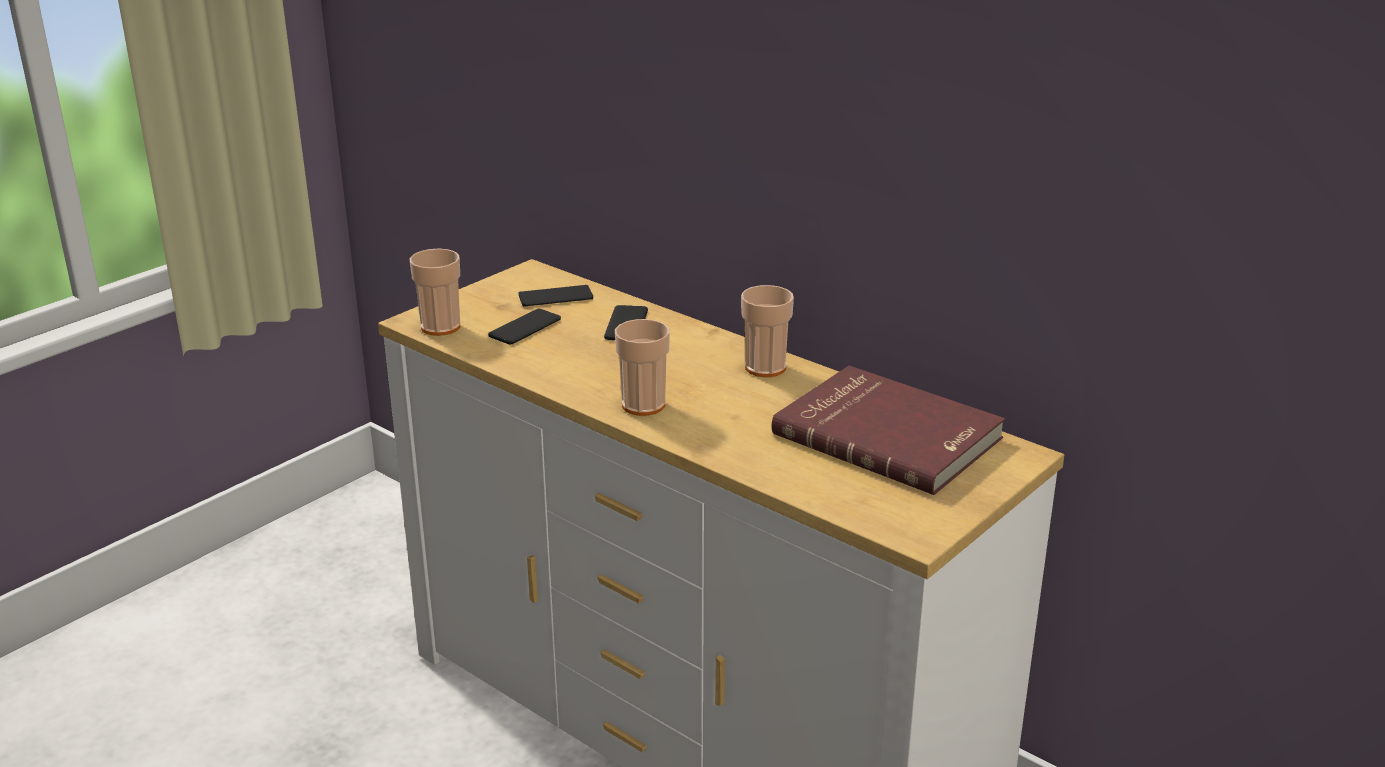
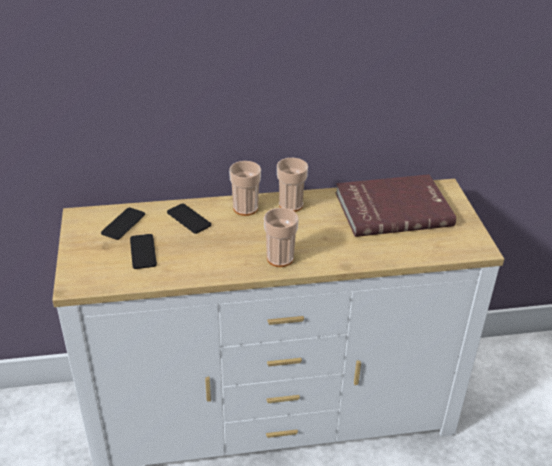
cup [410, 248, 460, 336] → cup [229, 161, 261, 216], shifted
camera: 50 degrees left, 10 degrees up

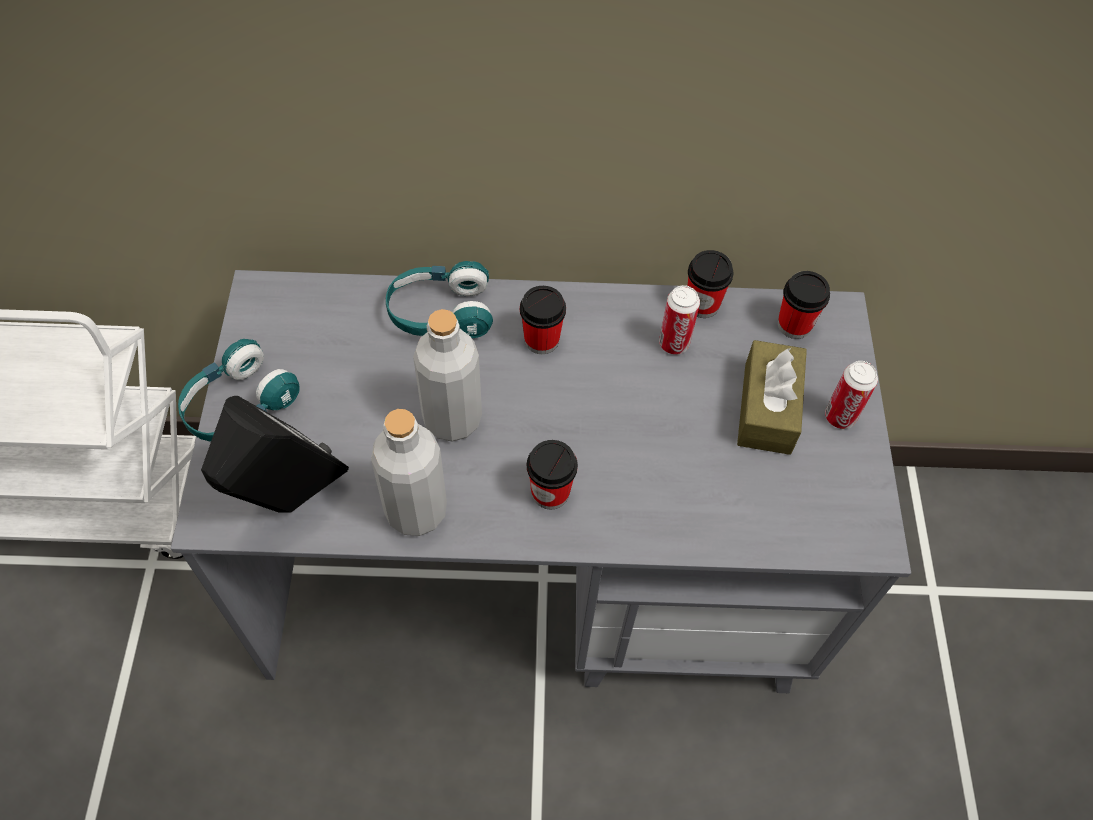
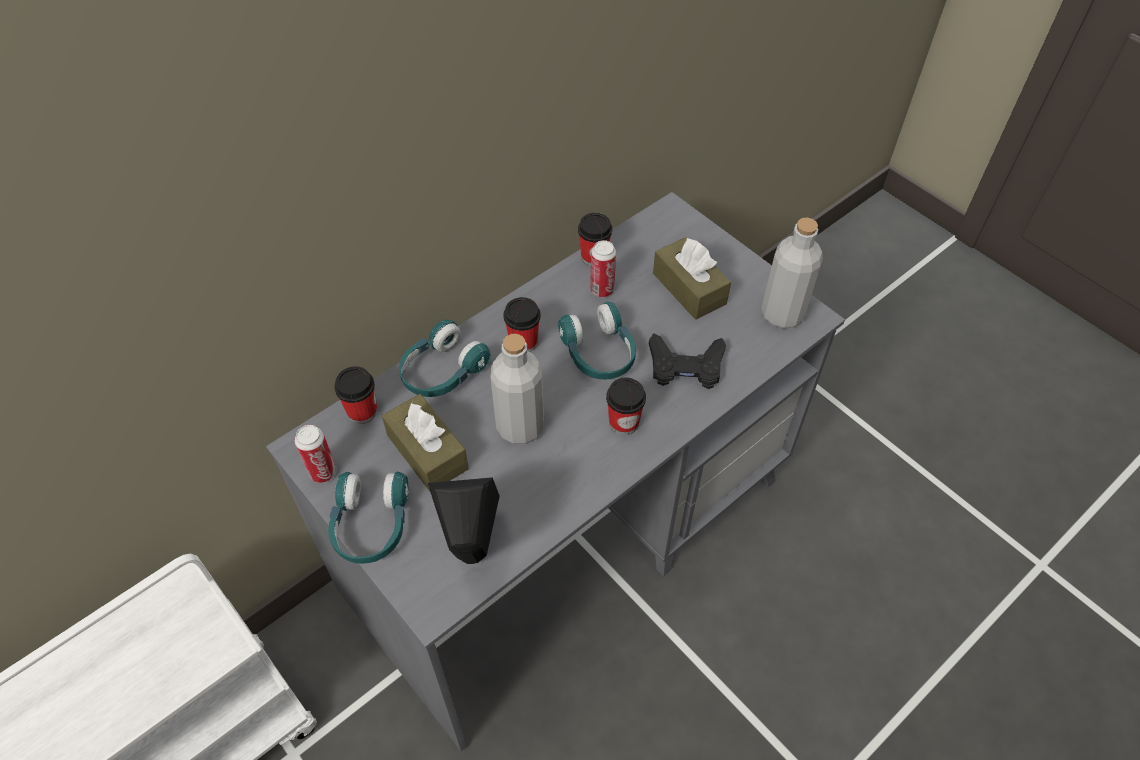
metal can [825, 361, 878, 429] → metal can [295, 425, 336, 483], shifted
cup [778, 271, 830, 339] → cup [335, 366, 377, 424], shifted
- → brown-coloured tissue box [382, 394, 469, 491]
- → blue-green headset [558, 302, 636, 379]
- → blackish game controller [649, 333, 726, 389]
grey beverage bottle [371, 409, 447, 536] → grey beverage bottle [761, 218, 823, 329], shifted
camera: 40 degrees left, 5 degrees down

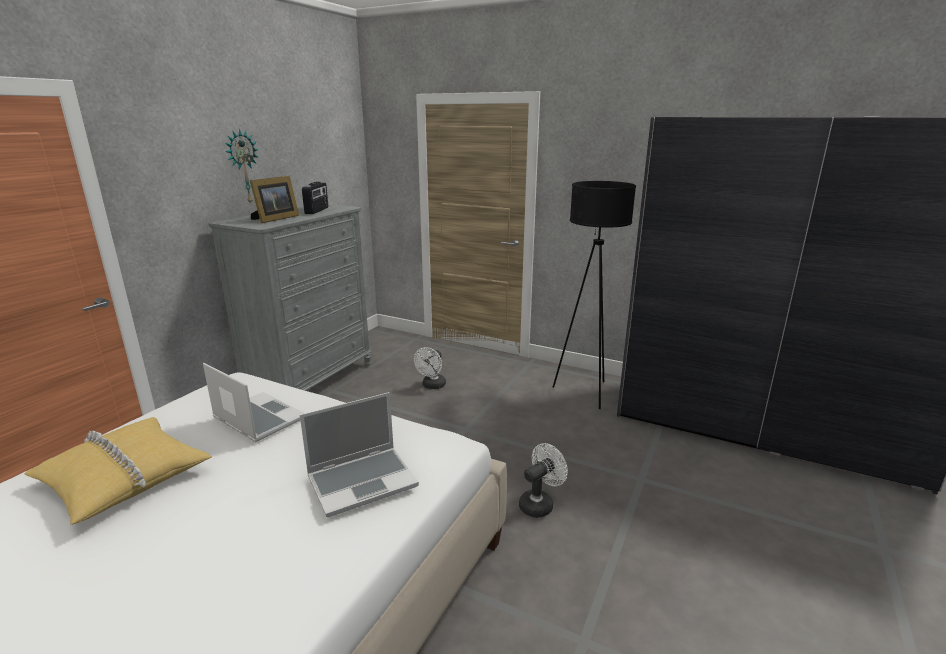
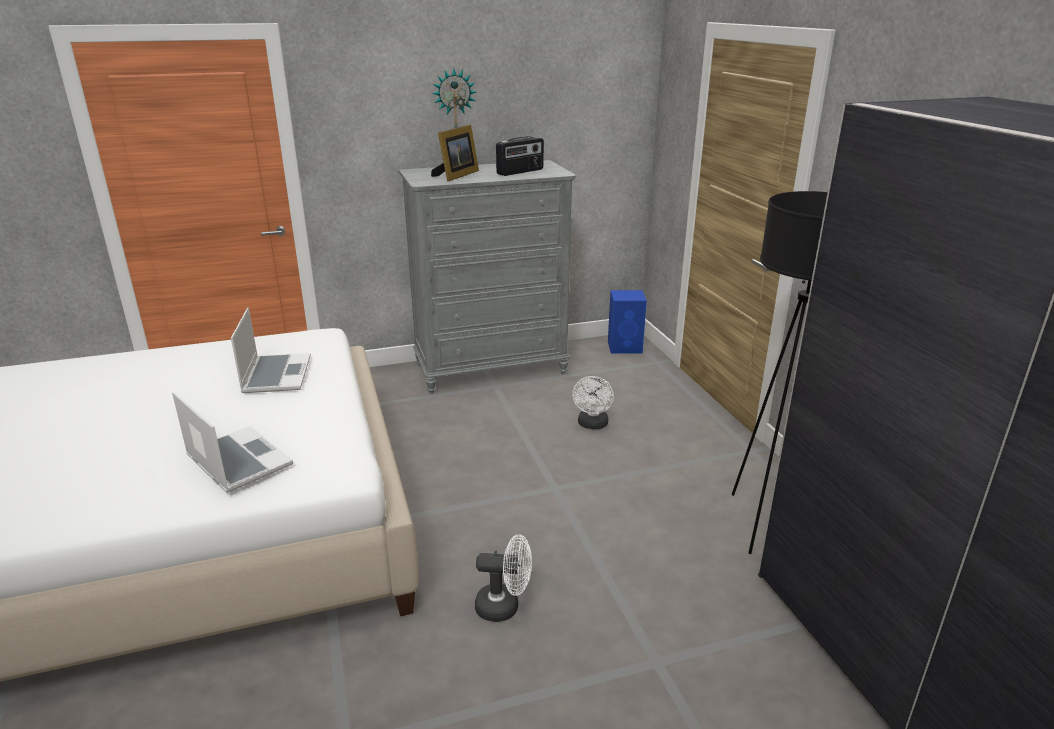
portable computer [300, 392, 419, 517] → portable computer [172, 392, 293, 493], 150 degrees counterclockwise
standing frame [250, 176, 299, 223] → standing frame [431, 124, 479, 182], 45 degrees counterclockwise
white fan [414, 347, 446, 389] → white fan [572, 376, 614, 429], 60 degrees counterclockwise
- → blue loudspeaker [608, 290, 647, 354]
yellow-coloured pillow [25, 417, 212, 524] → -
camera: 45 degrees right, 5 degrees up

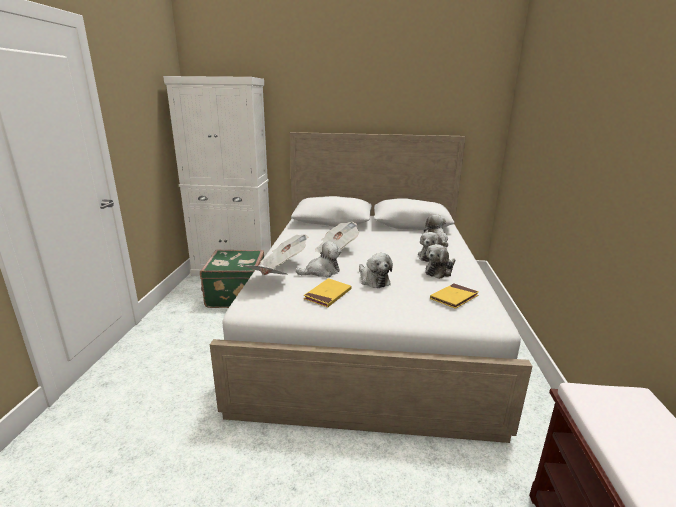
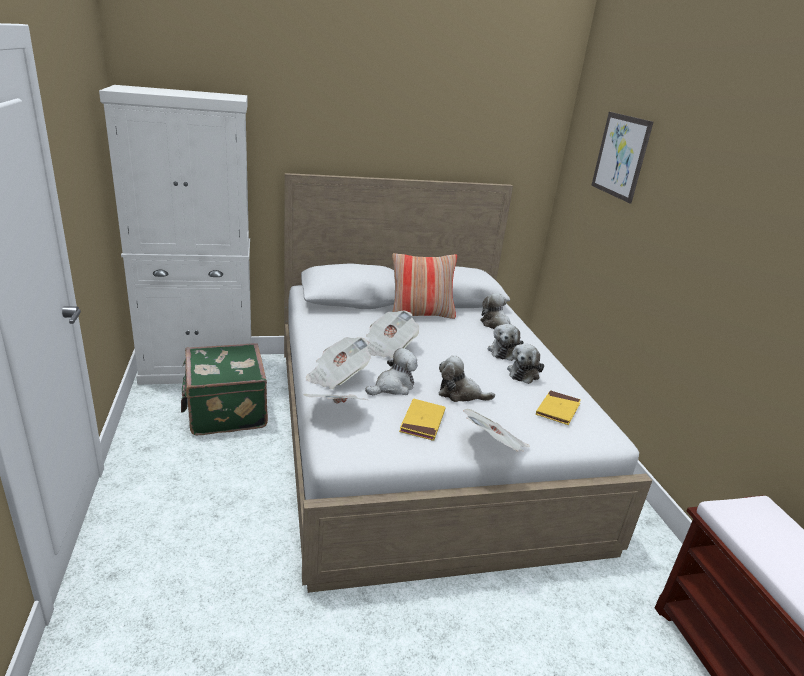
- → pillow [392, 253, 457, 319]
soft toy [359, 253, 393, 288] → soft toy [439, 355, 495, 402], 150 degrees clockwise
- → newspaper [463, 409, 530, 451]
- → picture [591, 112, 653, 203]
camera: 20 degrees left, 5 degrees up

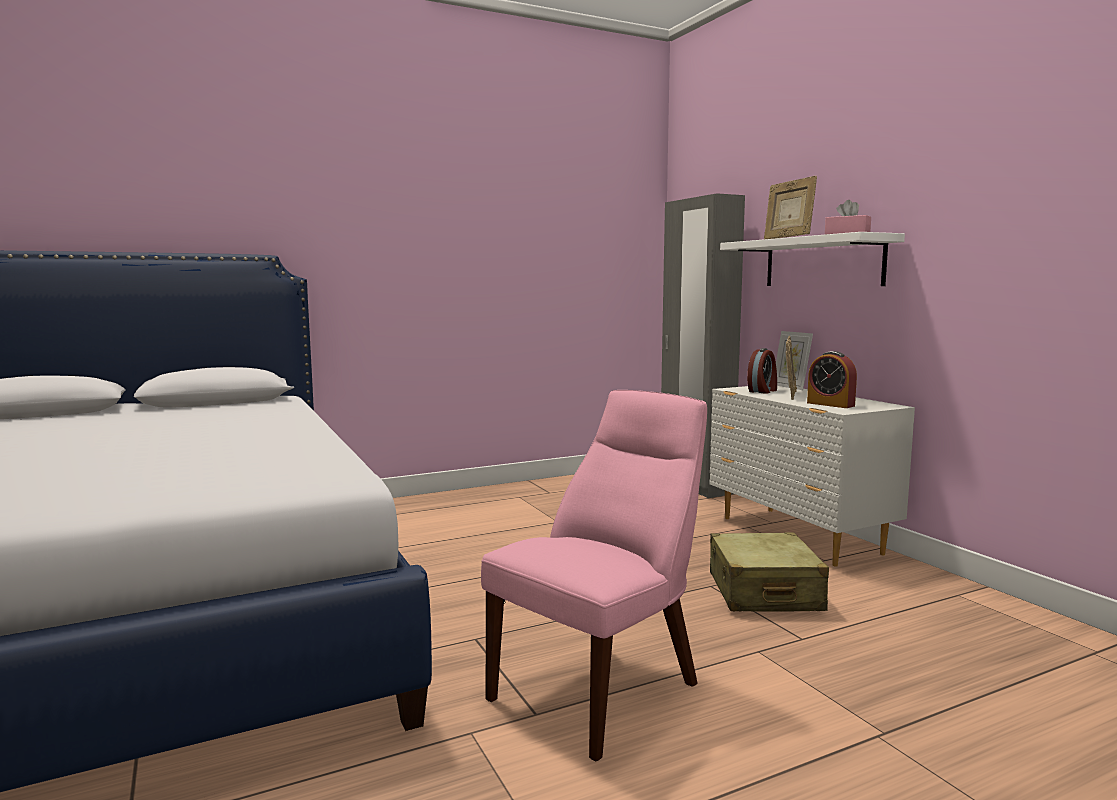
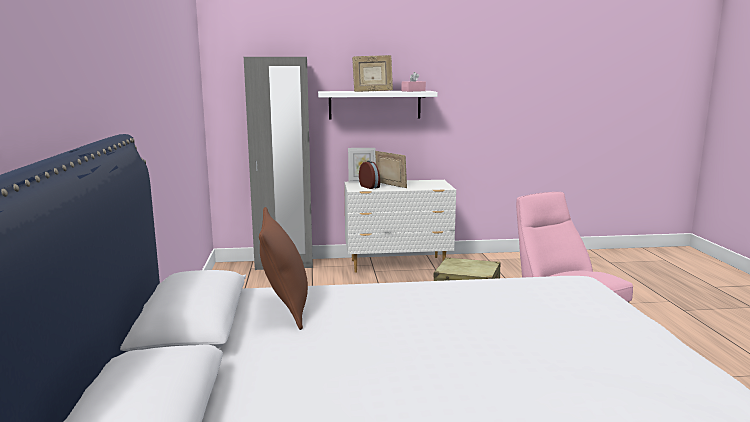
- → brown-coloured pillow [259, 207, 308, 330]
bedside clock [807, 351, 857, 408] → -
camera: 70 degrees left, 5 degrees up

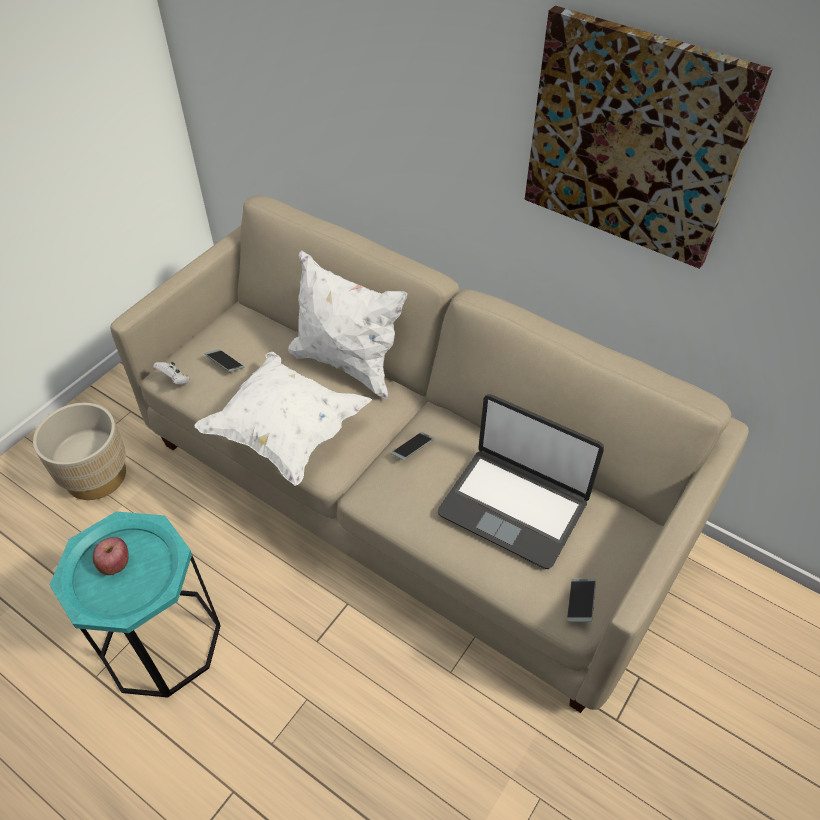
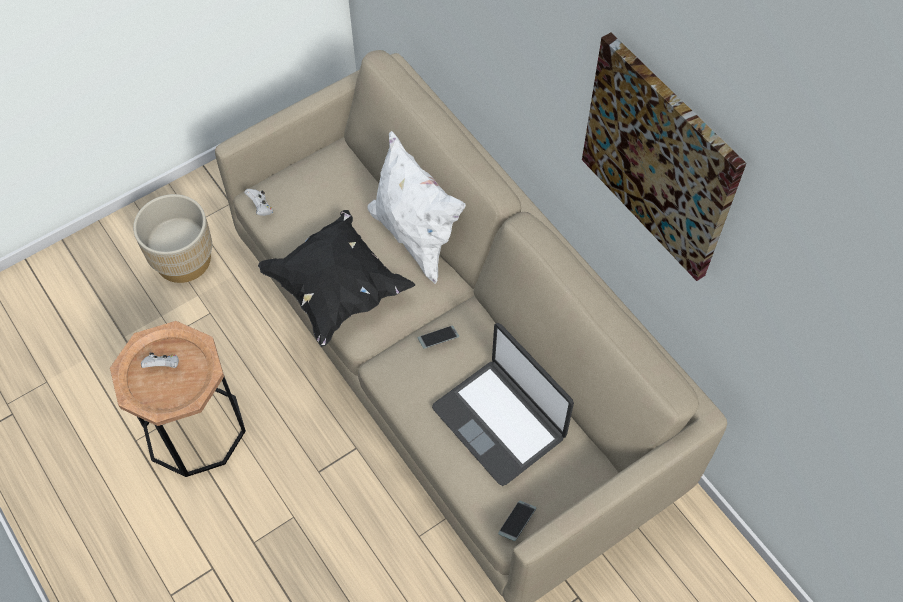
blue-green end table [50, 511, 221, 698] → brown-coloured end table [110, 321, 246, 477]
whole apple [93, 537, 129, 575] → white game controller [141, 352, 179, 368]
white pillow [195, 352, 372, 486] → blackish pillow [258, 210, 415, 347]
phone [204, 349, 244, 372] → -
camera: 20 degrees right, 10 degrees up

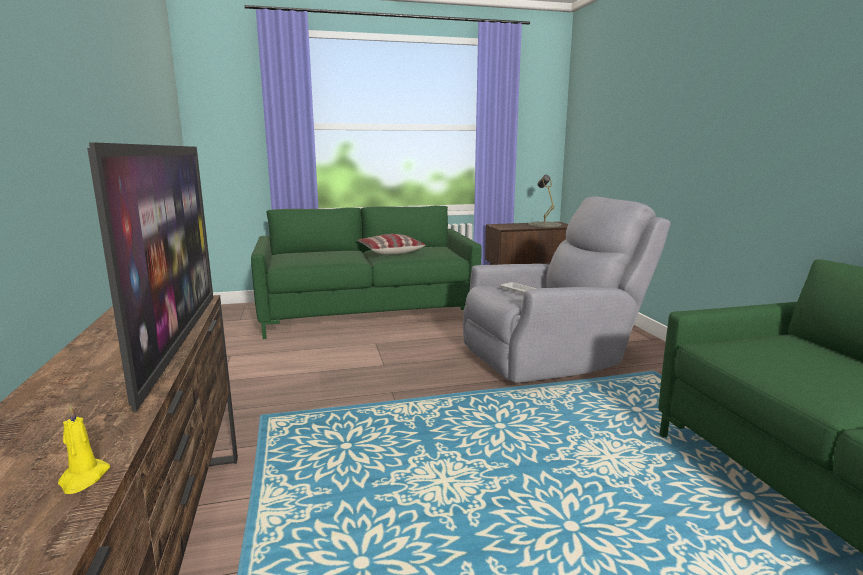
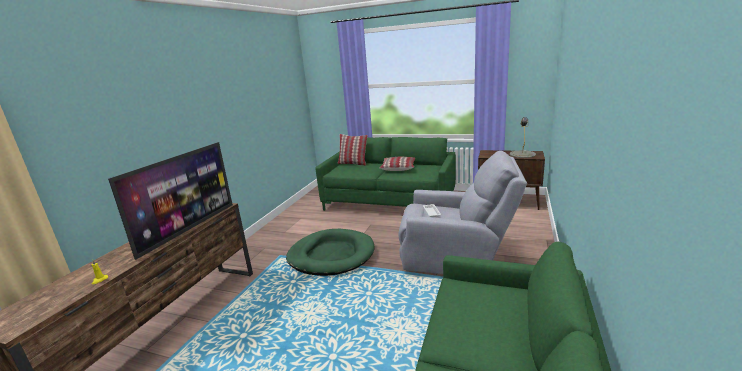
- → greenish pet bed [286, 229, 375, 276]
- → pillow [337, 134, 368, 166]
camera: 35 degrees right, 5 degrees up

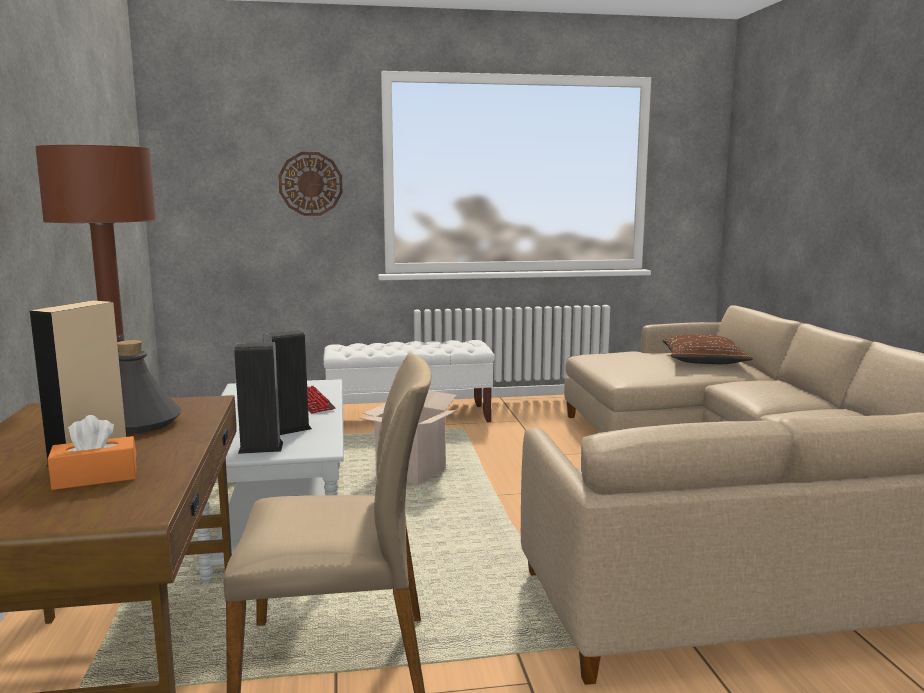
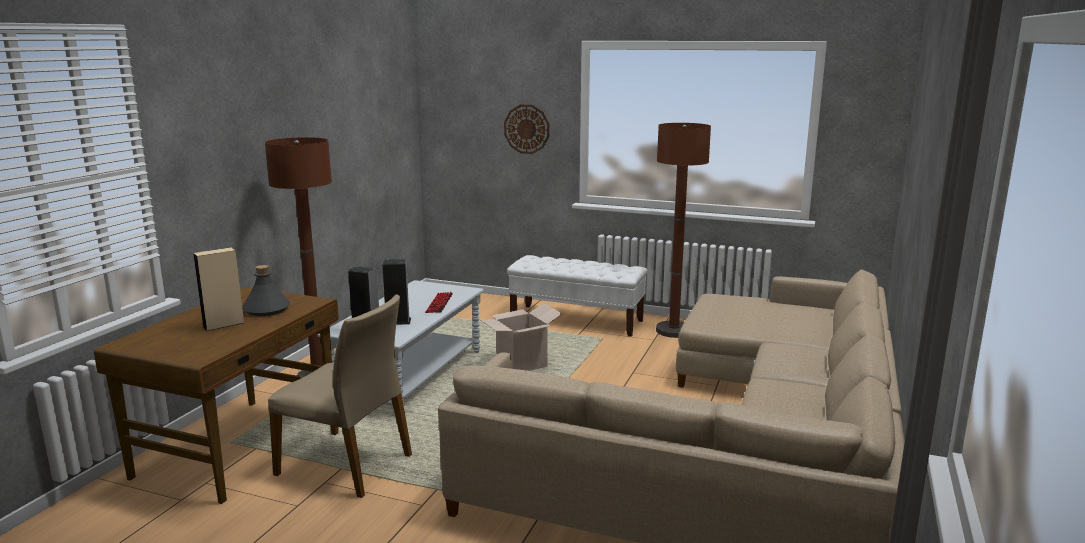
- → brown-coloured standing lamp [656, 123, 711, 338]
orangey tissue box [48, 415, 136, 490] → -
brown-coloured pillow [662, 335, 753, 364] → -
camera: 30 degrees right, 5 degrees up

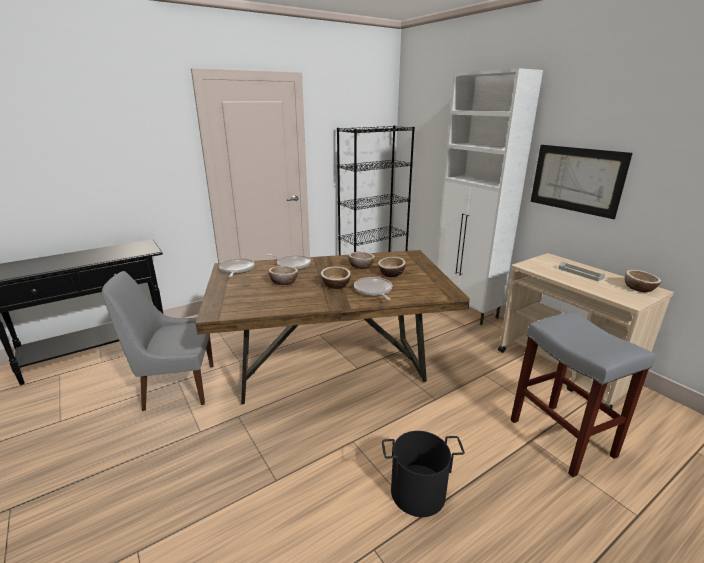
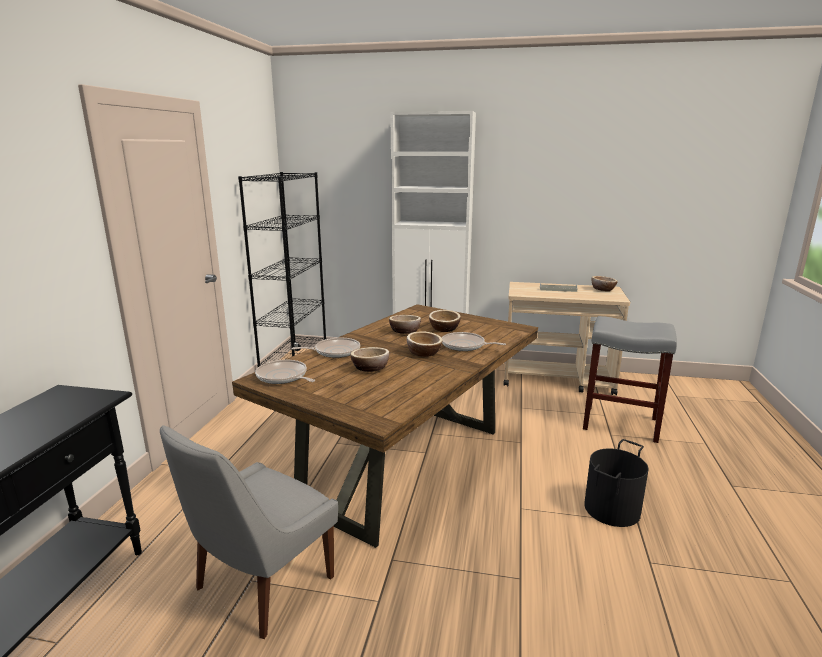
picture [531, 145, 633, 219] → -
camera: 45 degrees left, 5 degrees down

